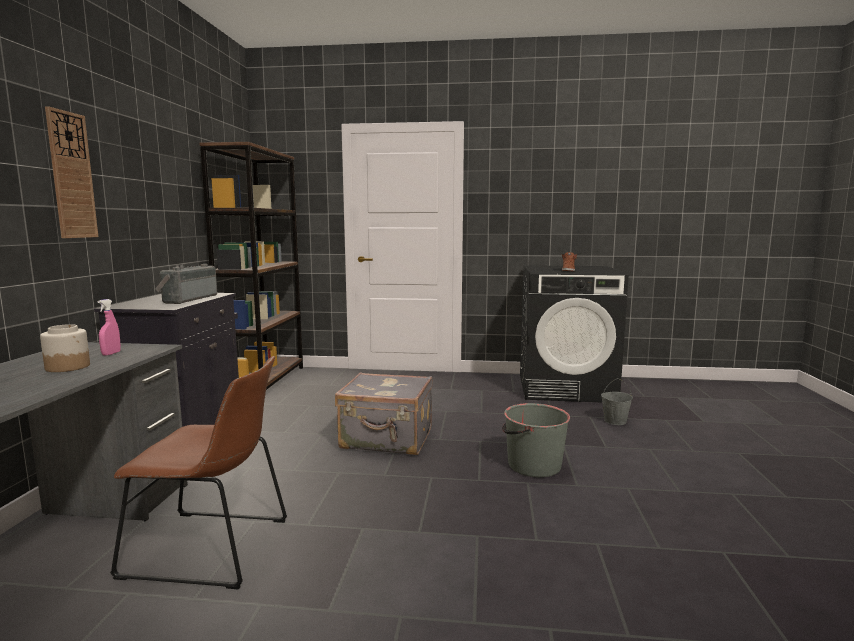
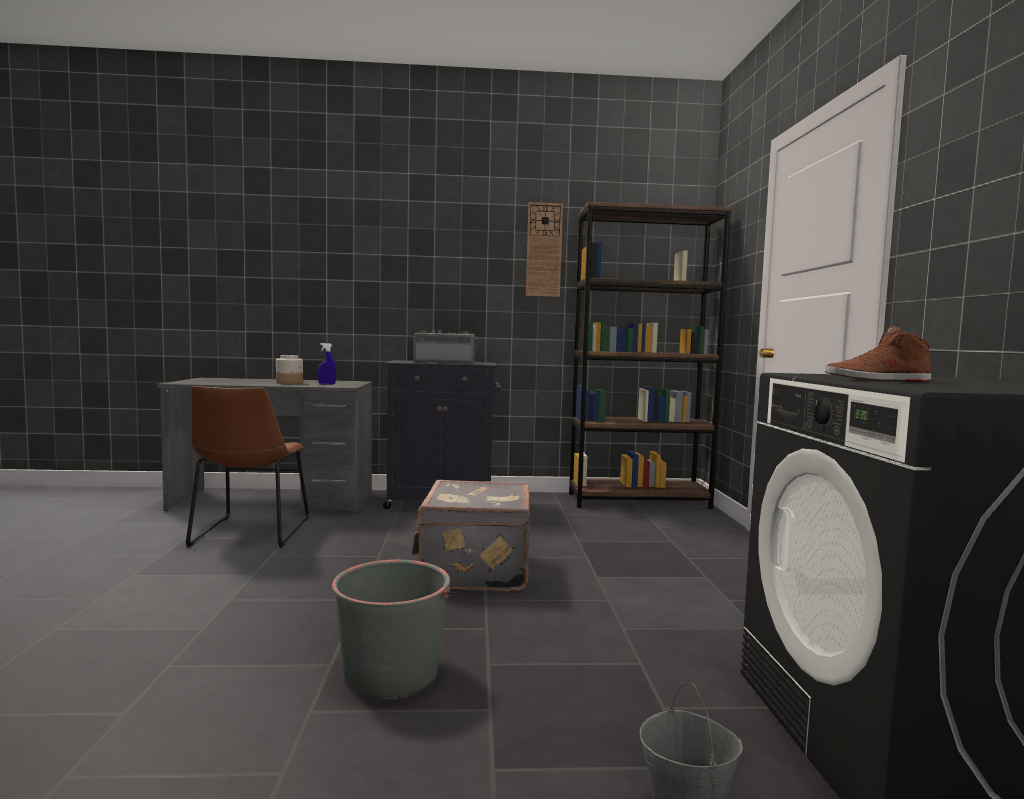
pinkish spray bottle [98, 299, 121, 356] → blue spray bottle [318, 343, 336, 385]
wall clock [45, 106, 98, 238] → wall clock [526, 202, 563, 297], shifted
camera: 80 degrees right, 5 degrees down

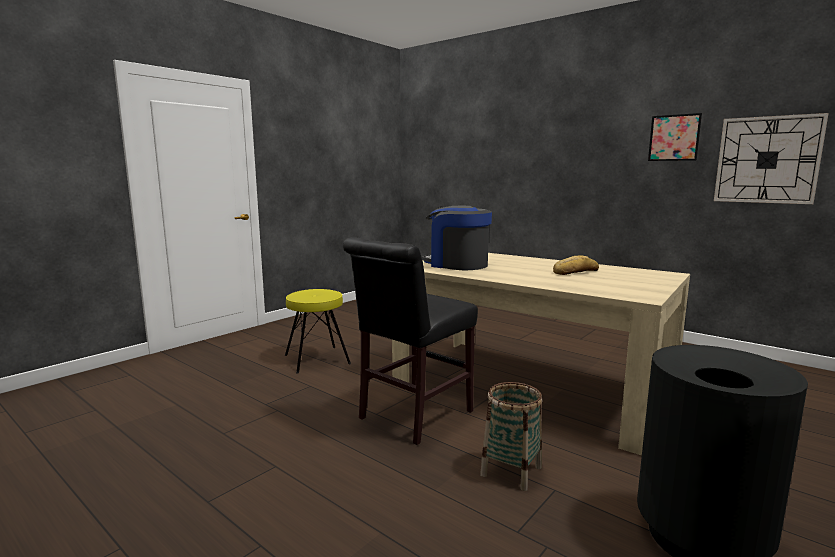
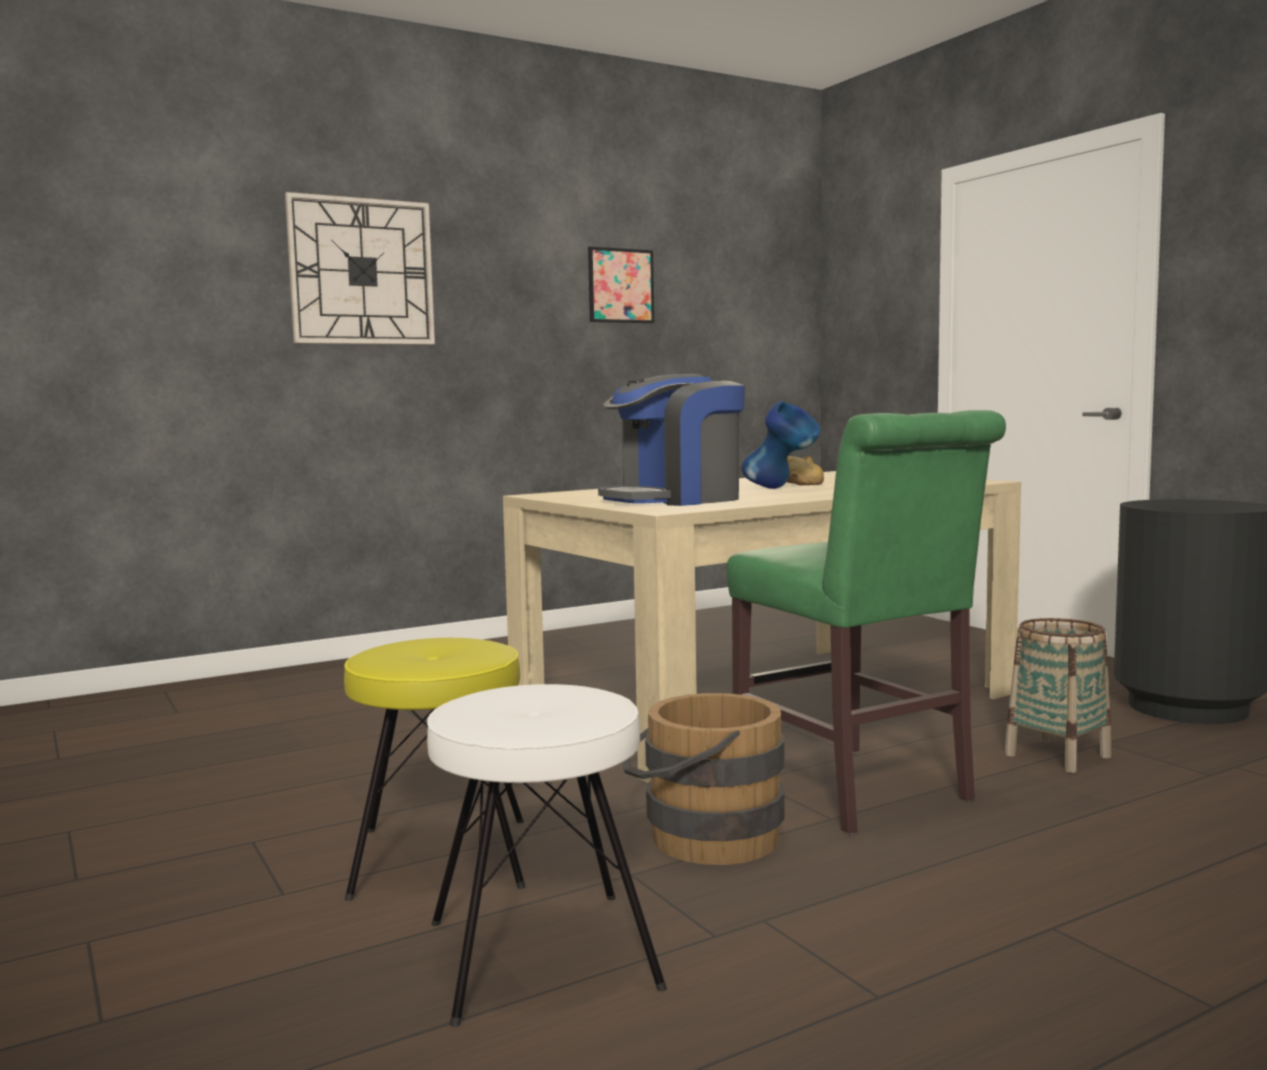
wall clock [714, 113, 829, 204] → wall clock [285, 192, 435, 345], shifted
- → white stool seat [427, 684, 667, 1027]
- → brown-coloured bucket [622, 693, 785, 865]
blackish plain chair [343, 237, 478, 445] → greenish plain chair [727, 410, 1006, 834]
- → blue flower vase [742, 401, 821, 489]
camera: 70 degrees left, 5 degrees down

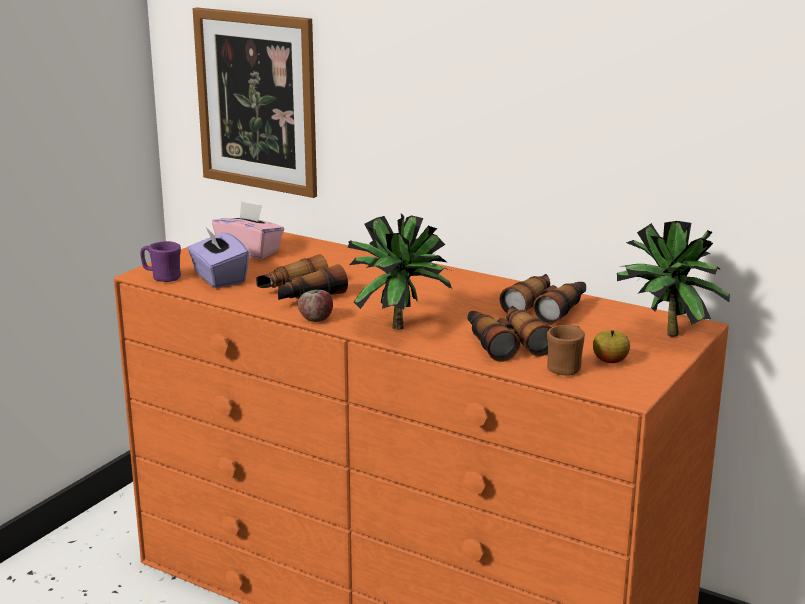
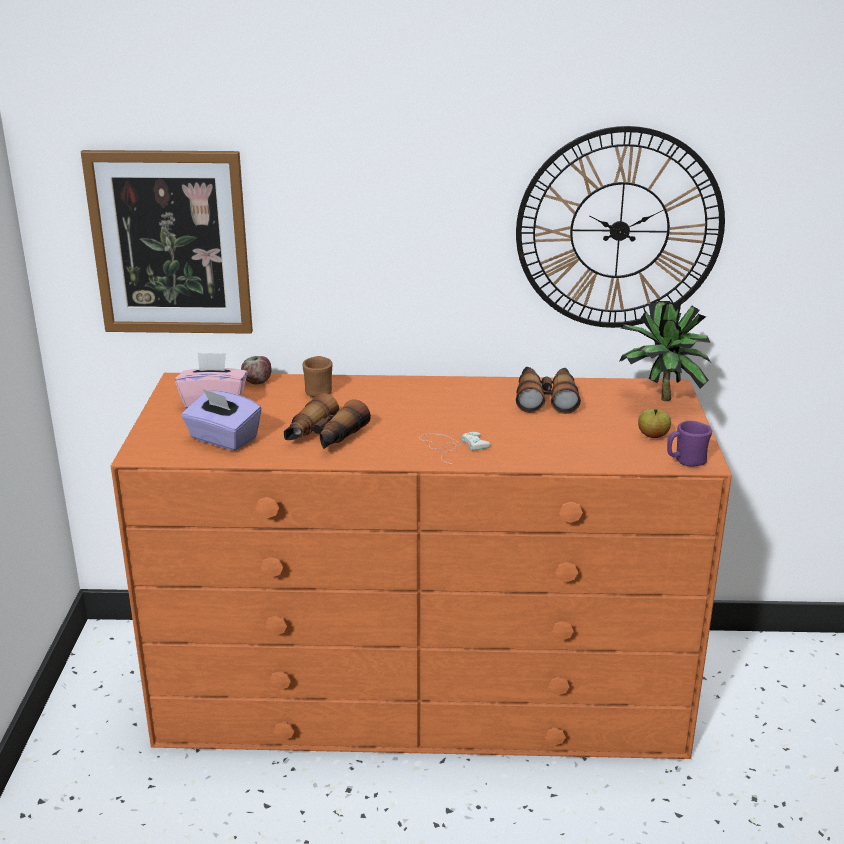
whole apple [298, 290, 333, 322] → whole apple [241, 356, 272, 384], shifted
brown-coloured tea mug [547, 325, 585, 375] → brown-coloured tea mug [302, 356, 332, 397], shifted
potted plant [347, 214, 452, 330] → white game controller [419, 432, 491, 464]
- → wall clock [516, 126, 725, 328]
purple tea mug [140, 241, 181, 282] → purple tea mug [667, 421, 712, 466], shifted
field glasses [468, 306, 552, 362] → -
camera: 30 degrees left, 5 degrees up

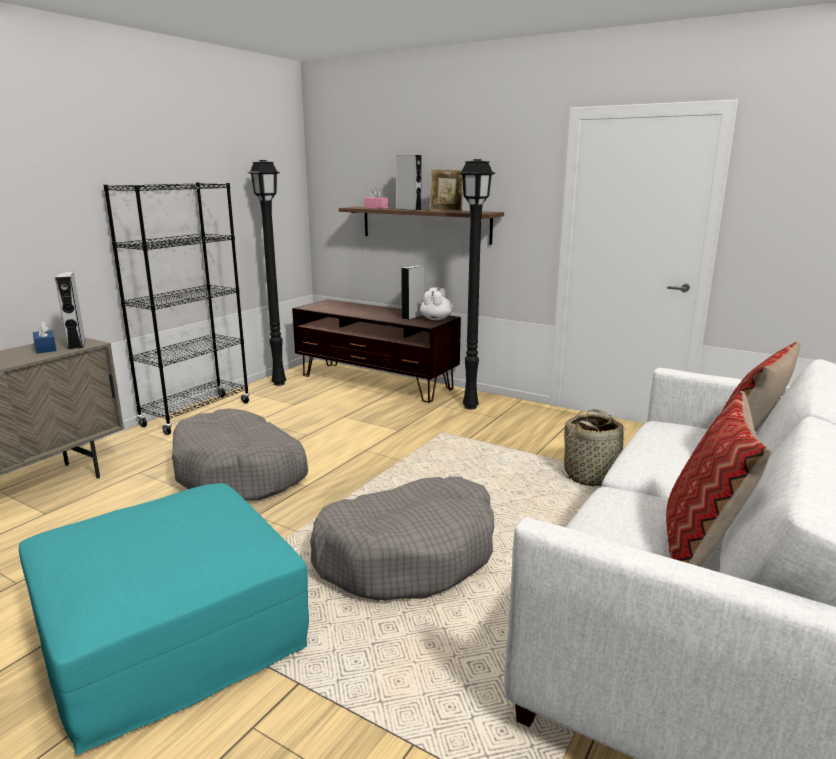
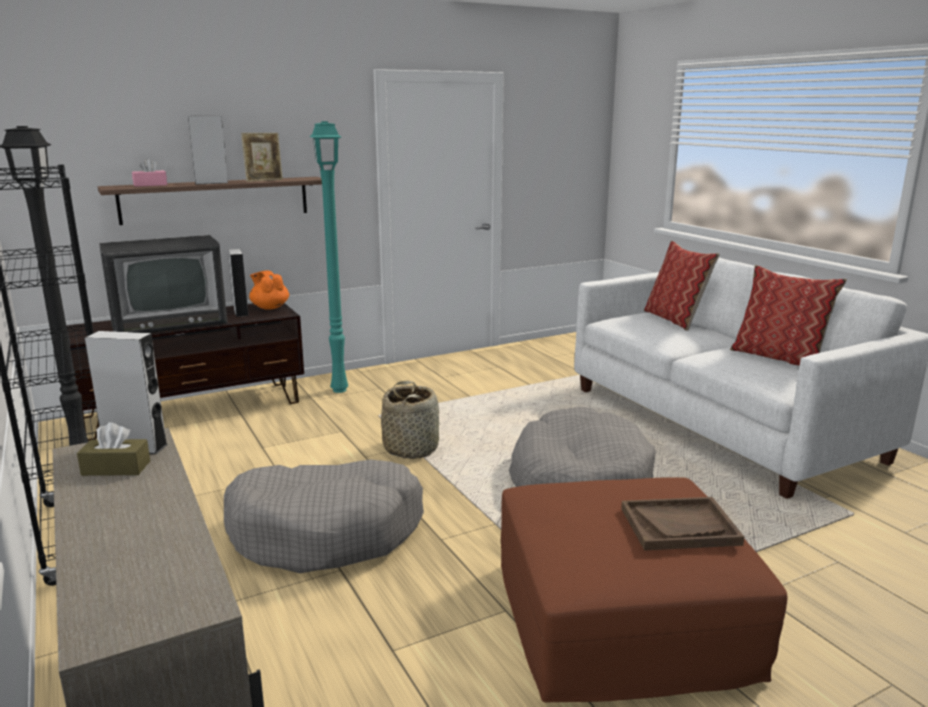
blue tissue box [33, 321, 57, 353] → brown-coloured tissue box [77, 422, 150, 476]
- → TV set [99, 235, 228, 333]
white tea pot [420, 287, 453, 320] → orangey tea pot [249, 270, 289, 310]
blackish standing lamp [458, 159, 496, 409] → blue-green standing lamp [310, 121, 348, 393]
basket [561, 409, 624, 486] → basket [381, 381, 439, 459], shifted
blue-green pouffe [19, 483, 309, 755] → brown-coloured pouffe [501, 477, 787, 702]
- → brown-coloured carrying tray [621, 497, 744, 550]
camera: 60 degrees left, 0 degrees up

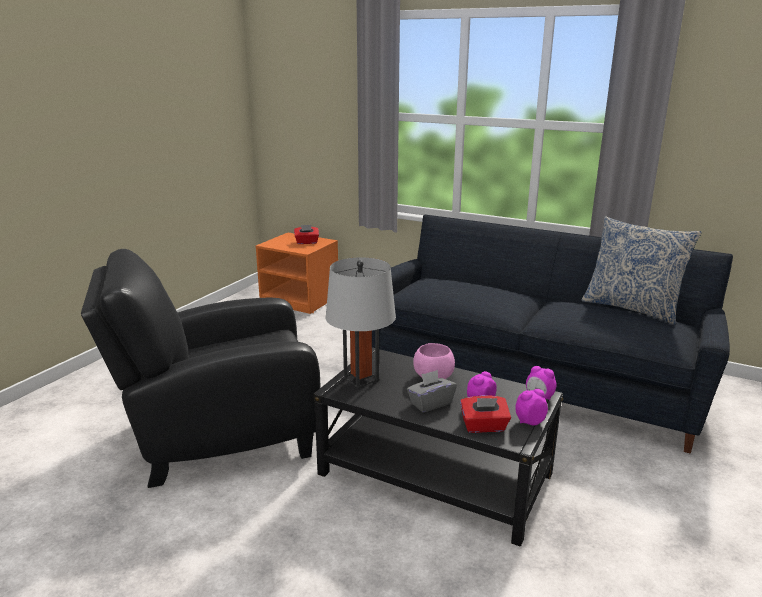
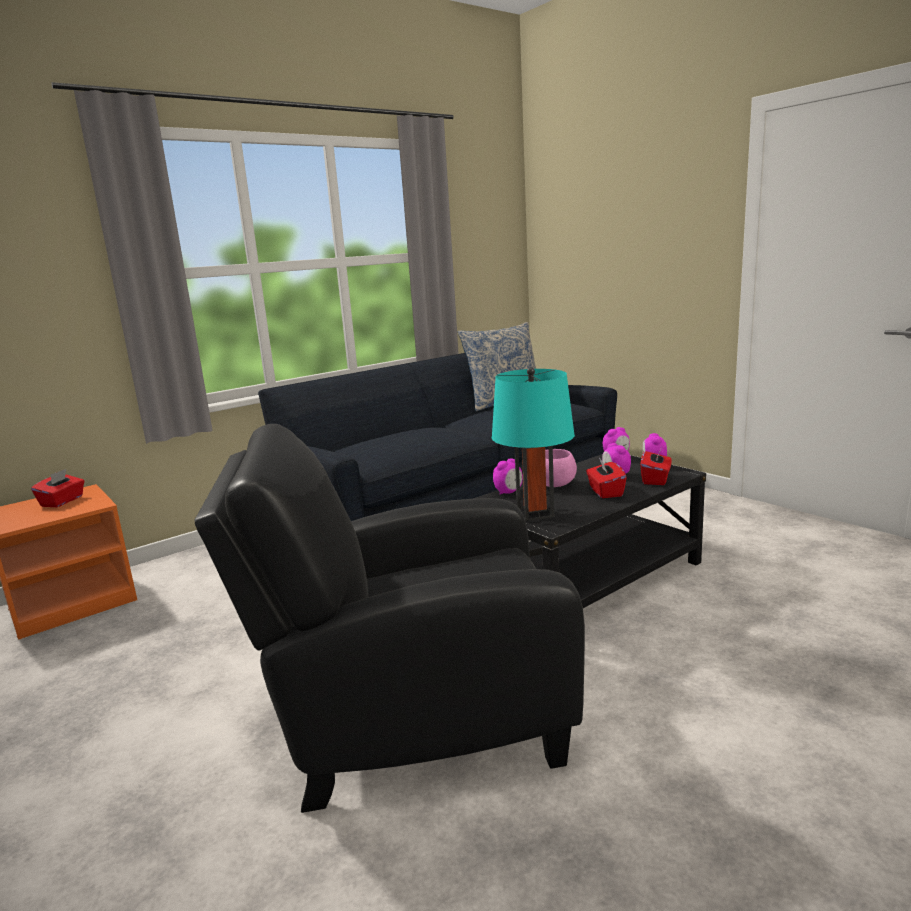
blackish lounge chair [81, 249, 321, 488] → blackish lounge chair [195, 424, 585, 813], 75 degrees clockwise
grey tabletop lamp [325, 257, 396, 388] → blue-green tabletop lamp [492, 367, 575, 521]
- → bedside clock [493, 458, 523, 495]
grey tissue box [407, 370, 457, 413] → red tissue box [586, 458, 627, 498]
camera: 65 degrees left, 5 degrees down

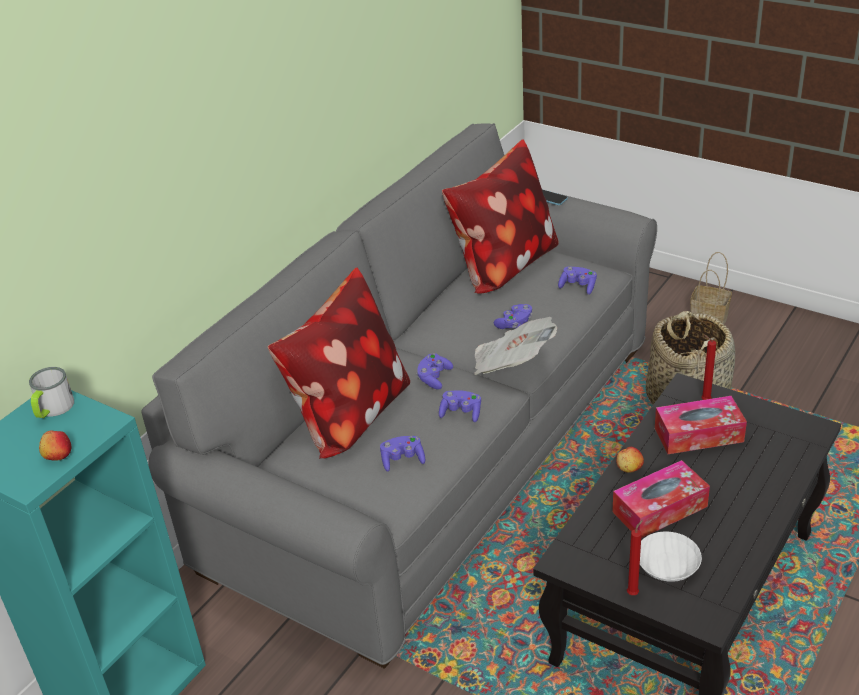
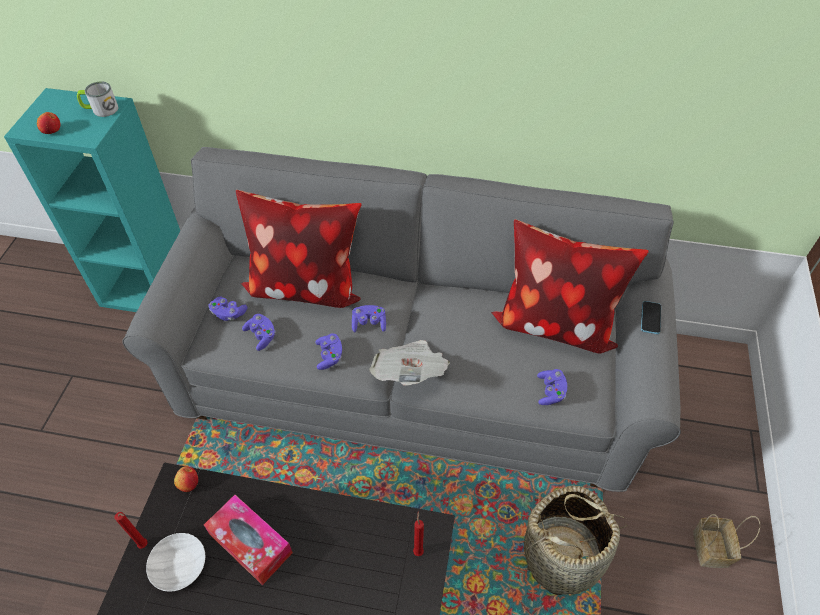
whole apple [616, 447, 644, 473] → whole apple [174, 466, 198, 492], shifted
purple game controller [494, 304, 532, 329] → purple game controller [209, 297, 248, 321], shifted
tissue box [655, 396, 747, 454] → -
camera: 65 degrees right, 15 degrees up

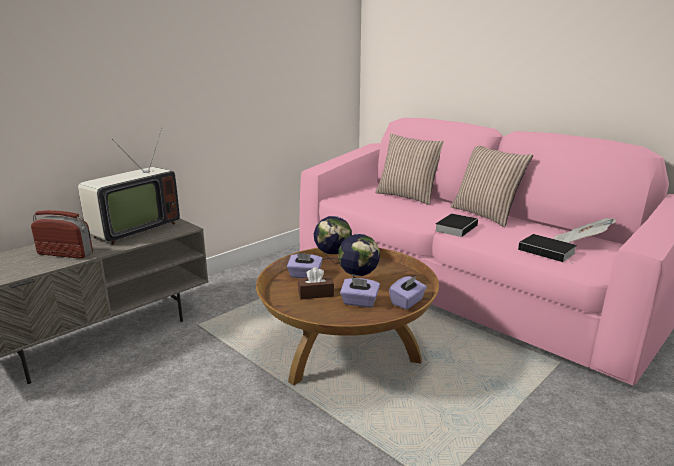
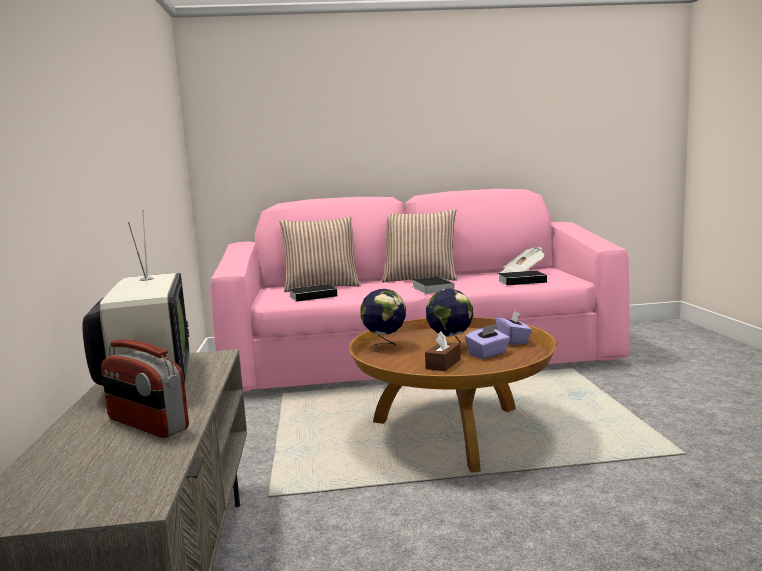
radio [31, 210, 93, 259] → radio [101, 340, 189, 438], 105 degrees counterclockwise
- → volume [289, 284, 343, 302]
purple tissue box [287, 253, 323, 278] → -
camera: 50 degrees left, 10 degrees down

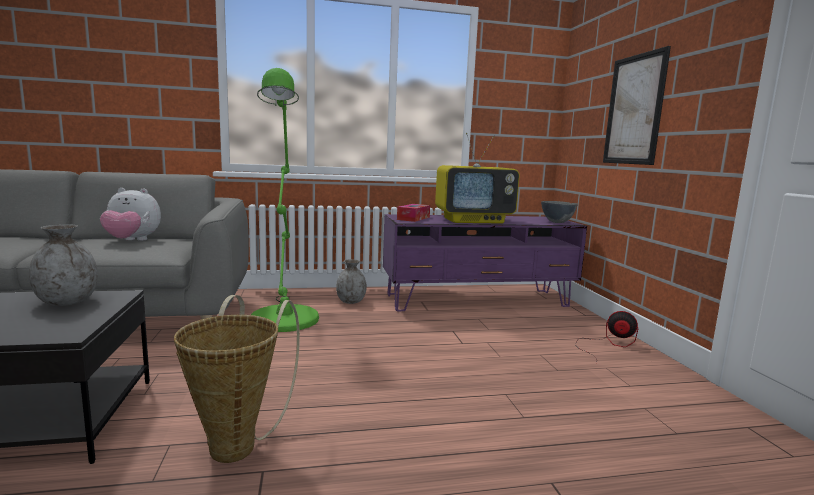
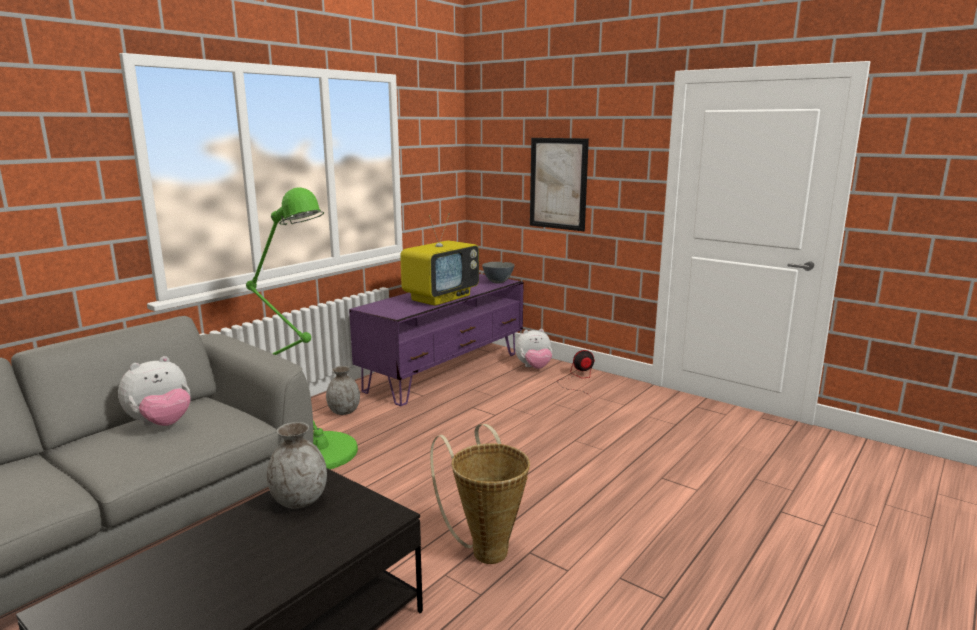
- → soft toy [515, 329, 552, 369]
tissue box [397, 204, 430, 222] → -
camera: 40 degrees left, 5 degrees up

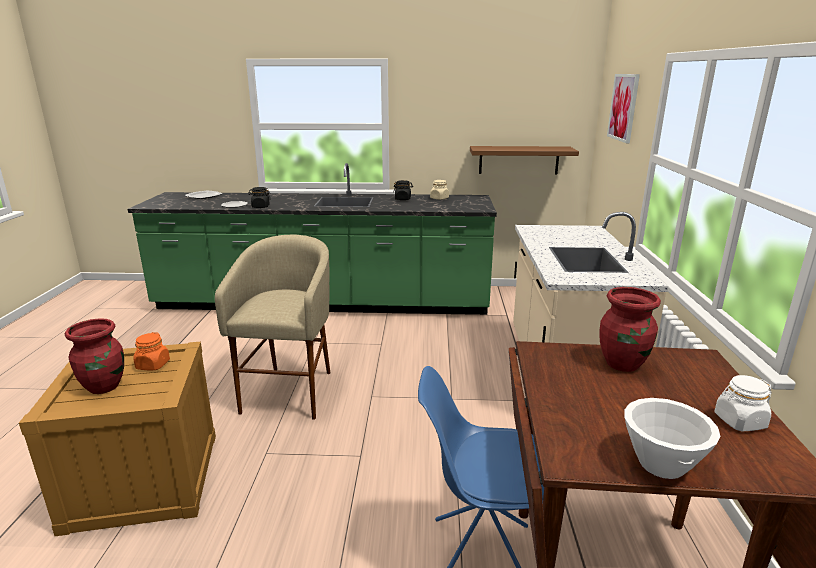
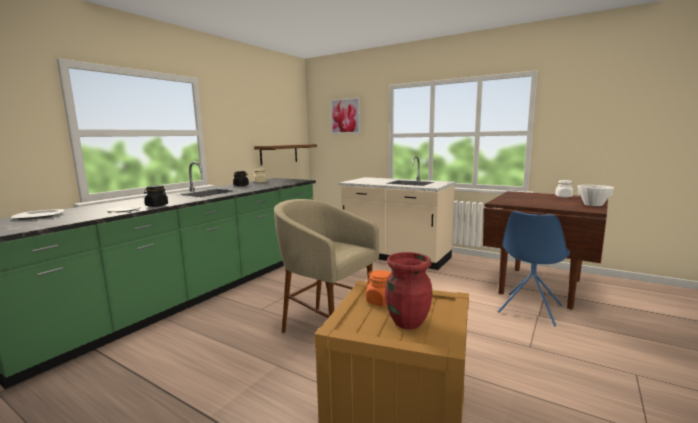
red flower vase [599, 287, 661, 372] → -
camera: 60 degrees left, 10 degrees down

